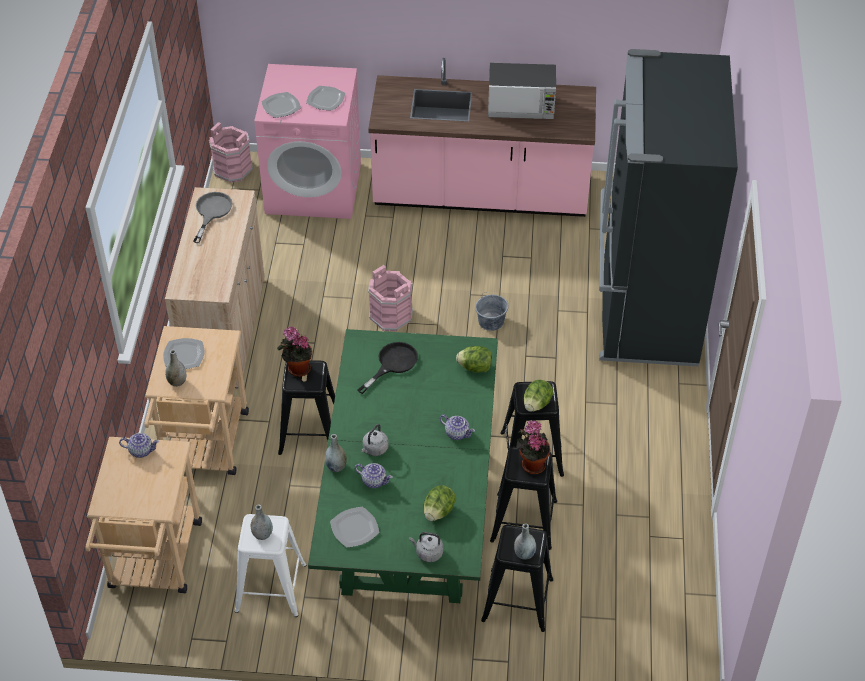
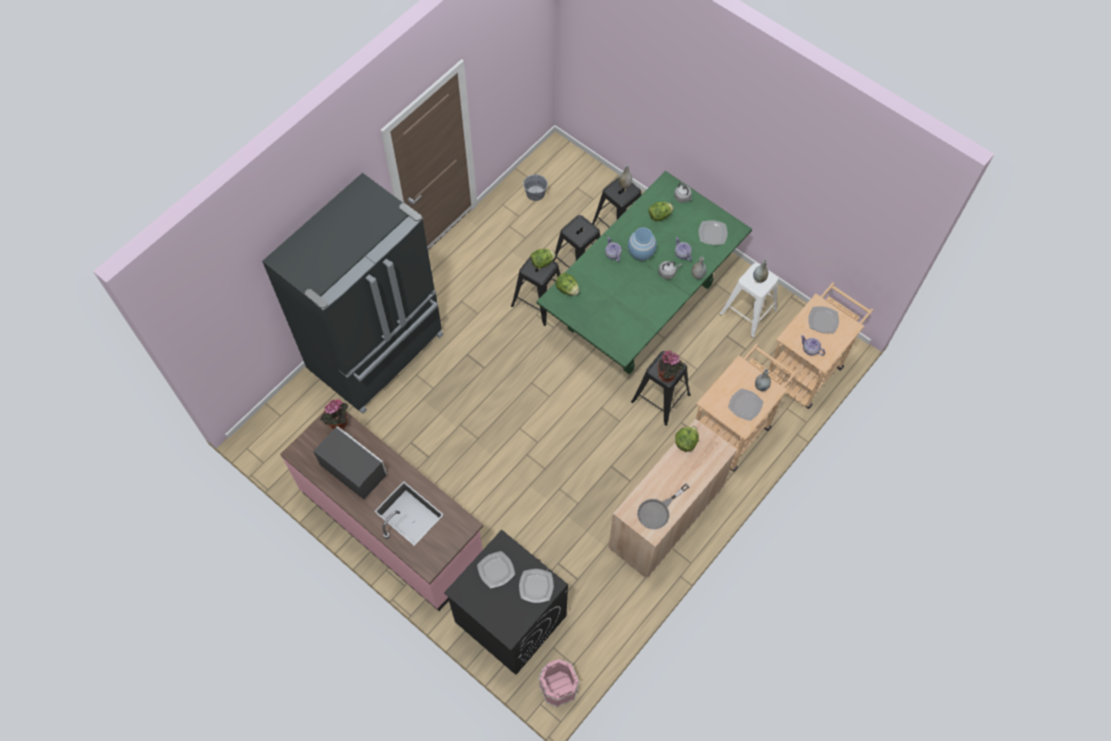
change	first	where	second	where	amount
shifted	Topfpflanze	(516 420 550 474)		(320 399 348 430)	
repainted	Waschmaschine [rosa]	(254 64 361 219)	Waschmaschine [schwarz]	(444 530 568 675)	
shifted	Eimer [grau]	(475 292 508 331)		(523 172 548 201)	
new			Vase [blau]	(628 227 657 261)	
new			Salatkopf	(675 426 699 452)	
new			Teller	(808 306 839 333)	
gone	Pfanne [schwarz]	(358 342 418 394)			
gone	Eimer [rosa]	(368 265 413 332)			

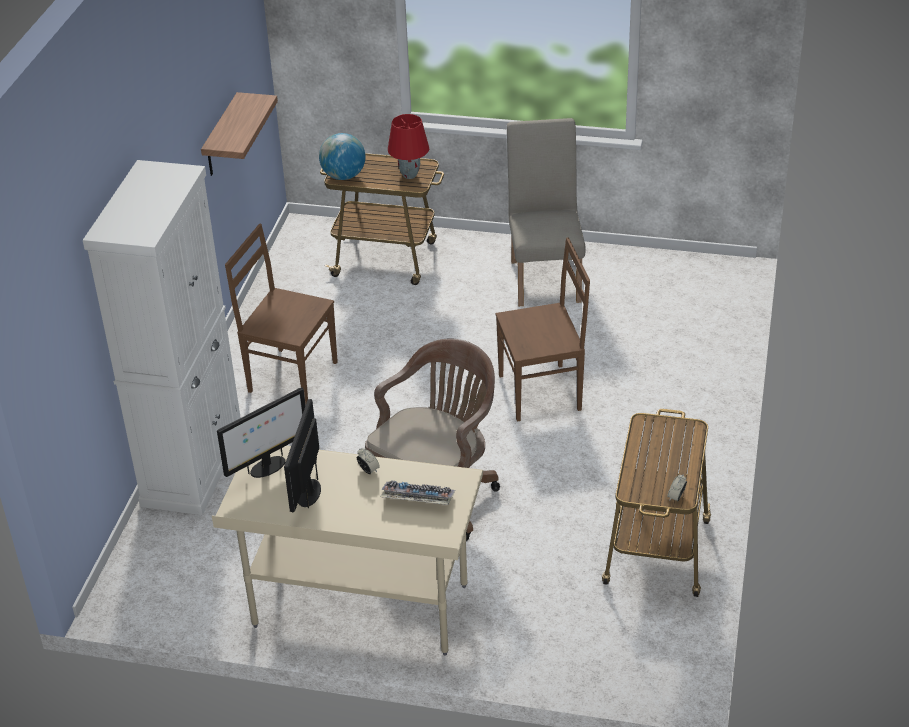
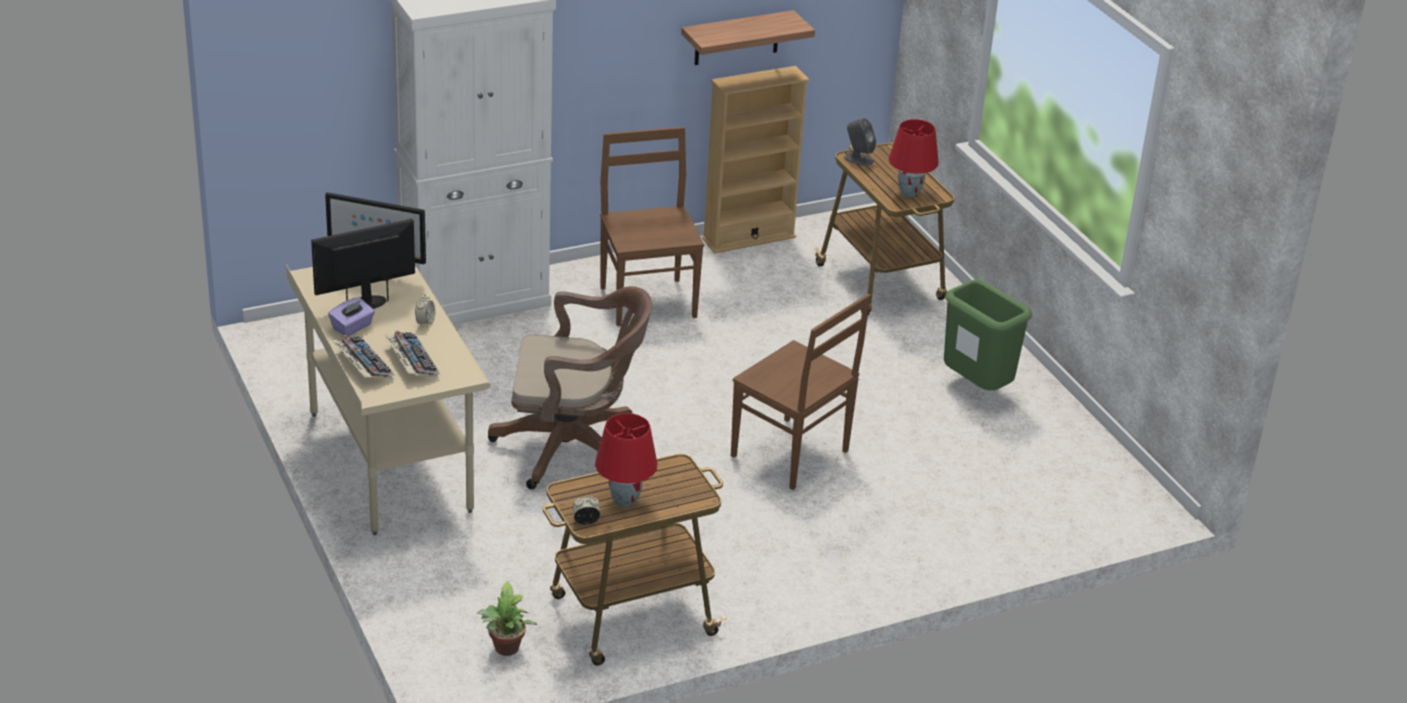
change	first	where	second	where	amount
new			Taschentuchbox [lila]	(328 297 375 336)	
new			Tastatur	(332 335 395 379)	
new			Topfpflanze	(477 581 537 656)	
new			Tischlampe [rot]	(595 413 658 507)	
new			Bücherregal [beige]	(702 66 810 253)	
swapped	Globus	(319 133 365 180)	Lautsprecher [grau]	(844 118 876 166)	
swapped	Stuhl [beige]	(507 118 585 306)	Mülleimer [grün]	(944 279 1032 390)	

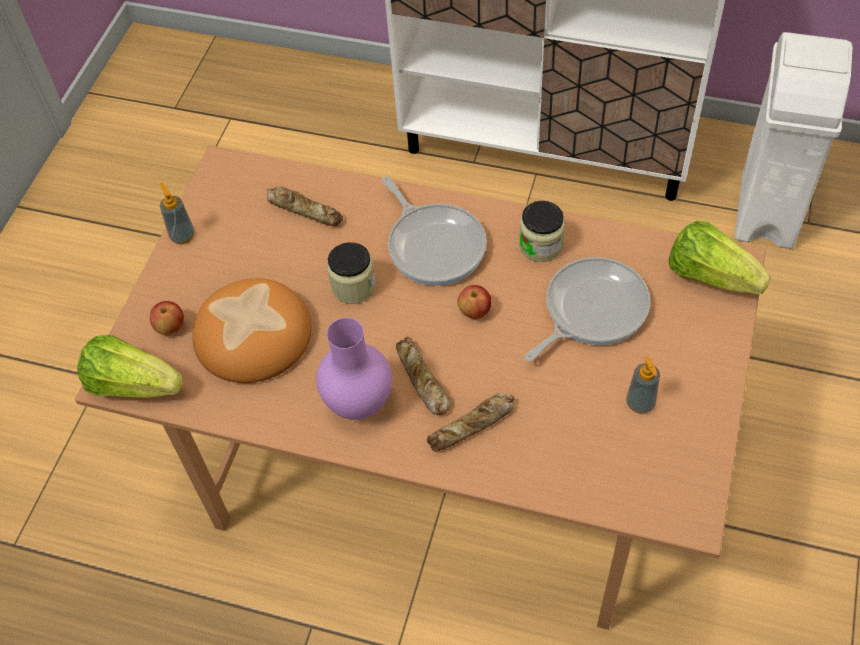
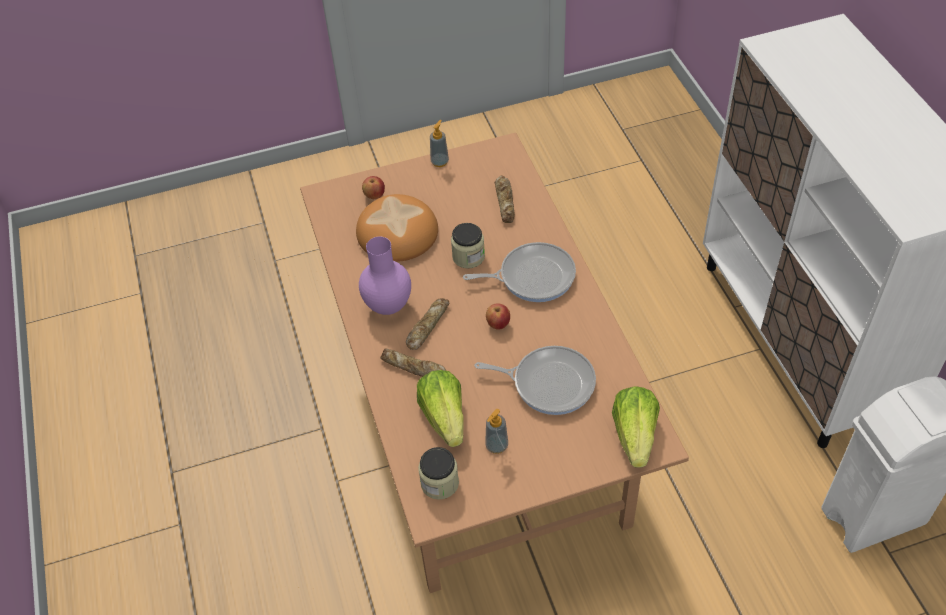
change	first	where	second	where	amount
shifted	Salatkopf	(77 335 183 398)		(417 370 464 447)	
shifted	Vorratsglas	(519 201 565 262)		(418 447 459 500)	
rotated	Pfanne	(382 177 487 286)		(463 242 576 302)	120 degrees counterclockwise

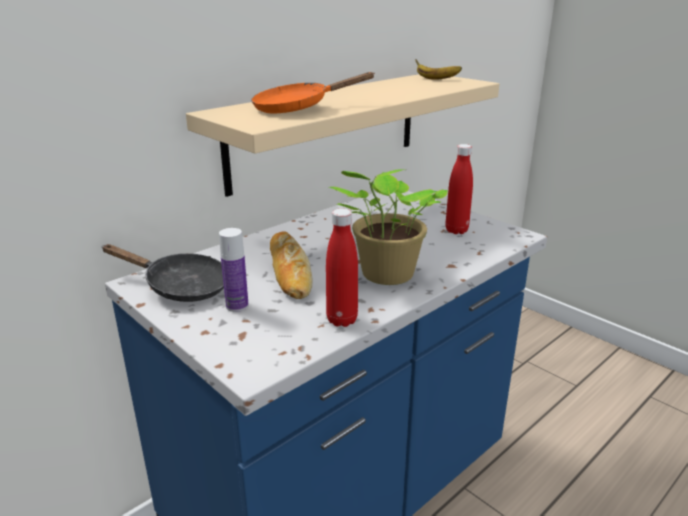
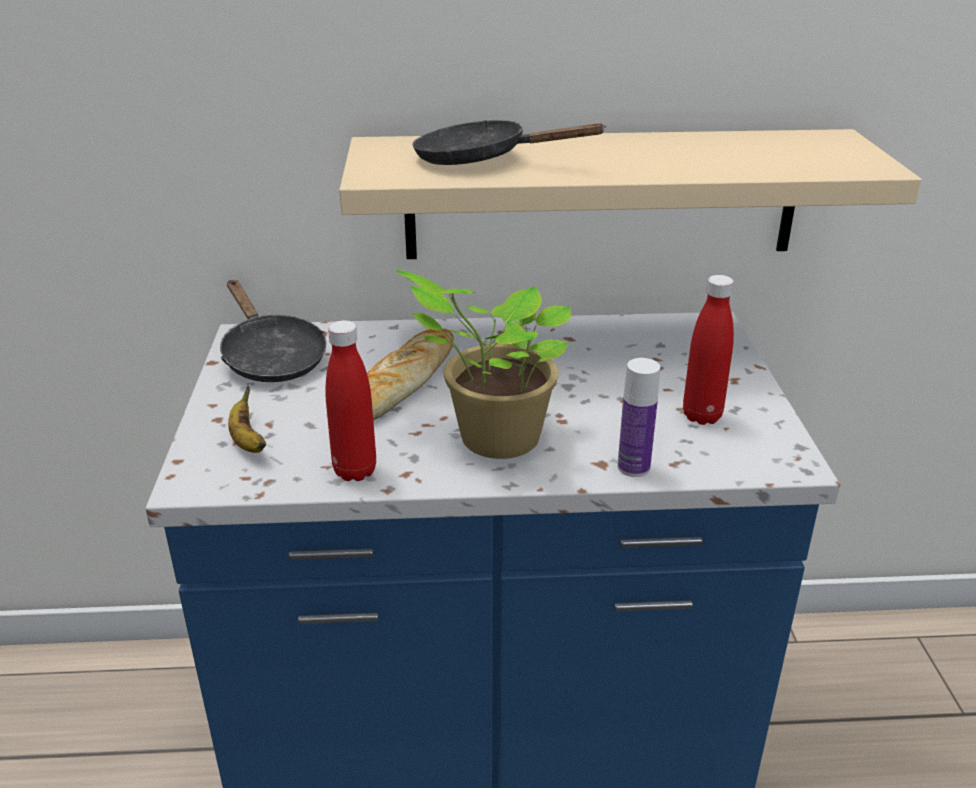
change	first	where	second	where	amount
shifted	Banane	(415 59 462 80)		(228 386 267 453)	
repainted	Pfanne [orange]	(251 72 375 113)	Pfanne [schwarz]	(412 120 607 165)	
shifted	Flasche	(219 228 249 312)		(618 358 660 477)	

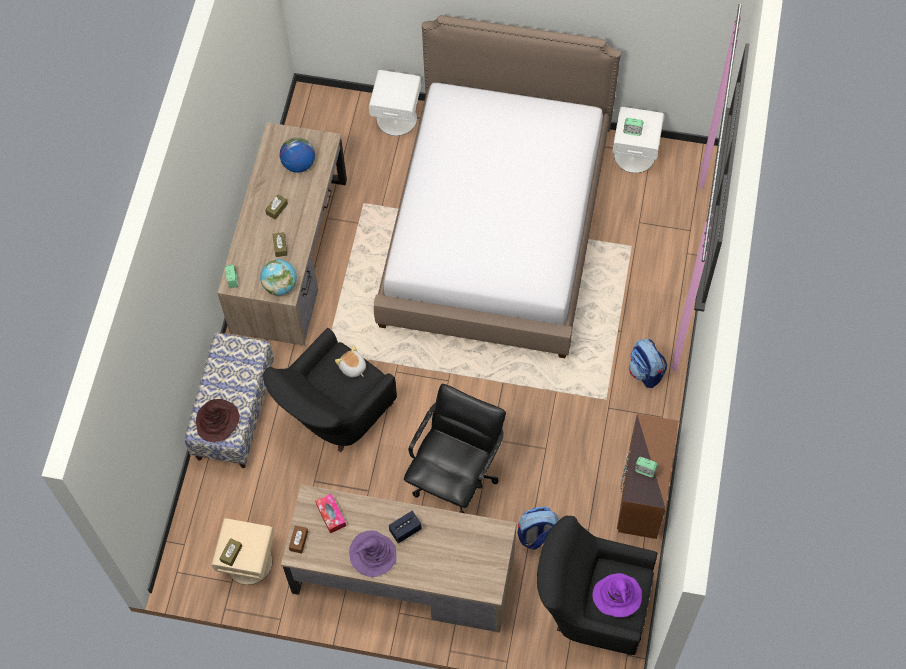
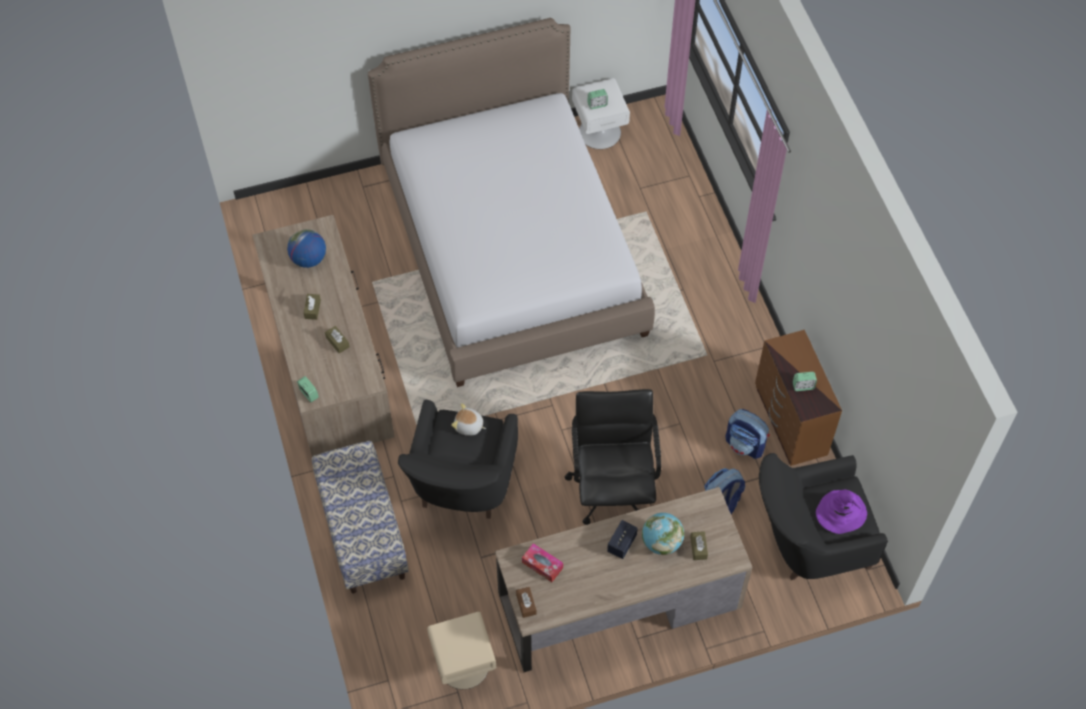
change	first	where	second	where	amount
shifted	Globus	(260 259 297 296)		(642 513 684 555)	
shifted	Taschentuchbox [braun]	(219 538 242 566)		(690 531 708 560)	
shifted	Rucksack	(629 338 667 388)		(725 409 769 459)	
gone	Hut [braun]	(196 399 239 442)			
gone	Hut [lila]	(349 531 397 577)			
gone	Nachttisch [weiß]	(369 70 421 136)			

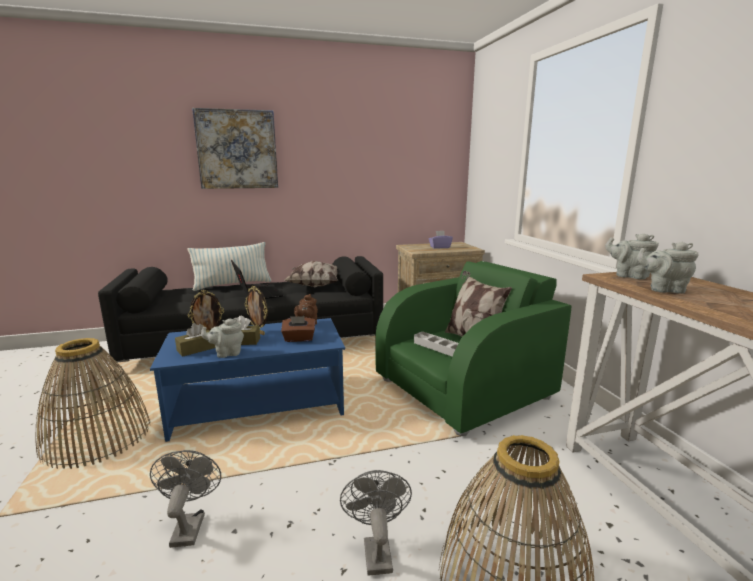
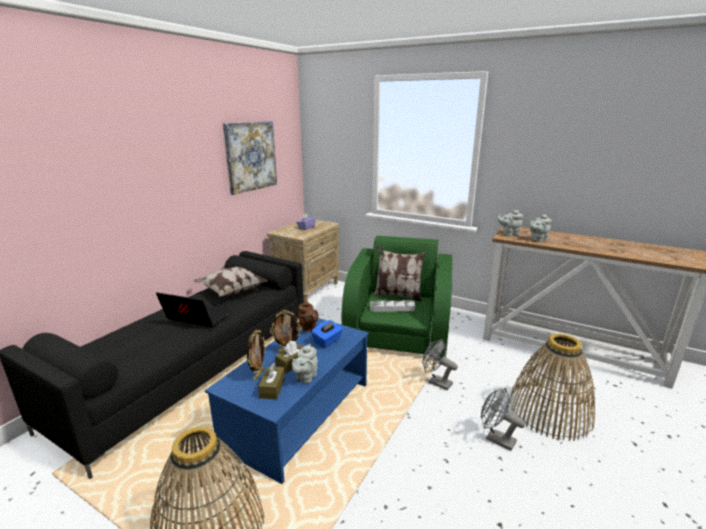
change	first	where	second	where	amount
shifted	Bild	(192 108 278 189)		(223 121 277 195)	
repainted	Taschentuchbox [braun]	(281 316 315 342)	Taschentuchbox [blau]	(311 320 343 348)	
shifted	Ventilator [grau]	(150 450 221 548)		(422 339 458 390)	
gone	Kissen	(187 242 272 291)			

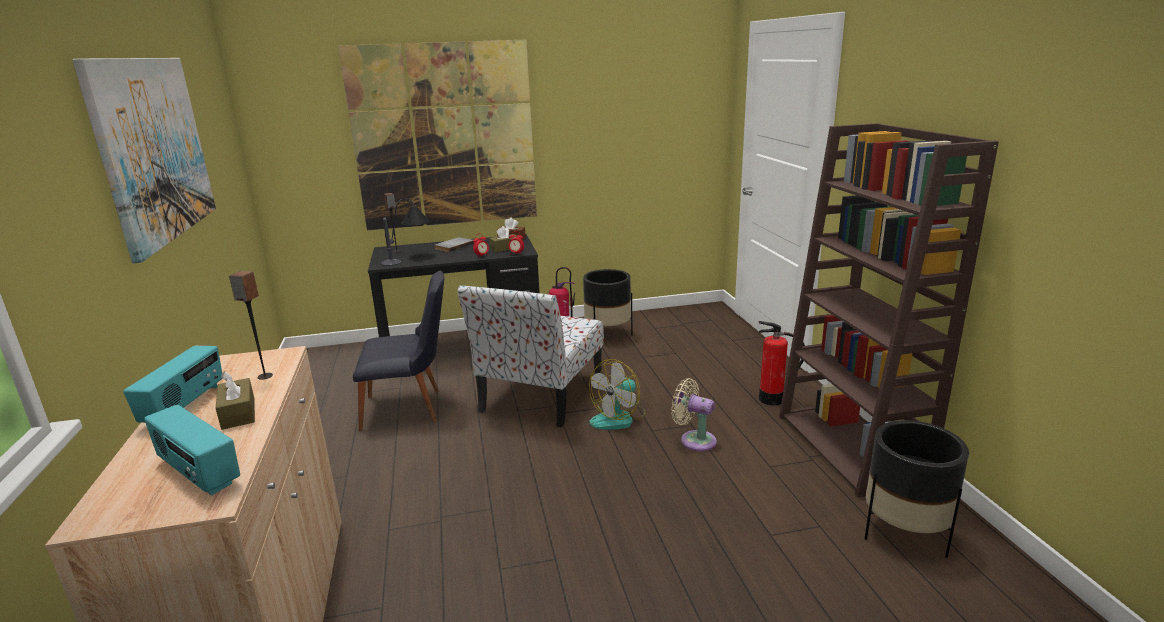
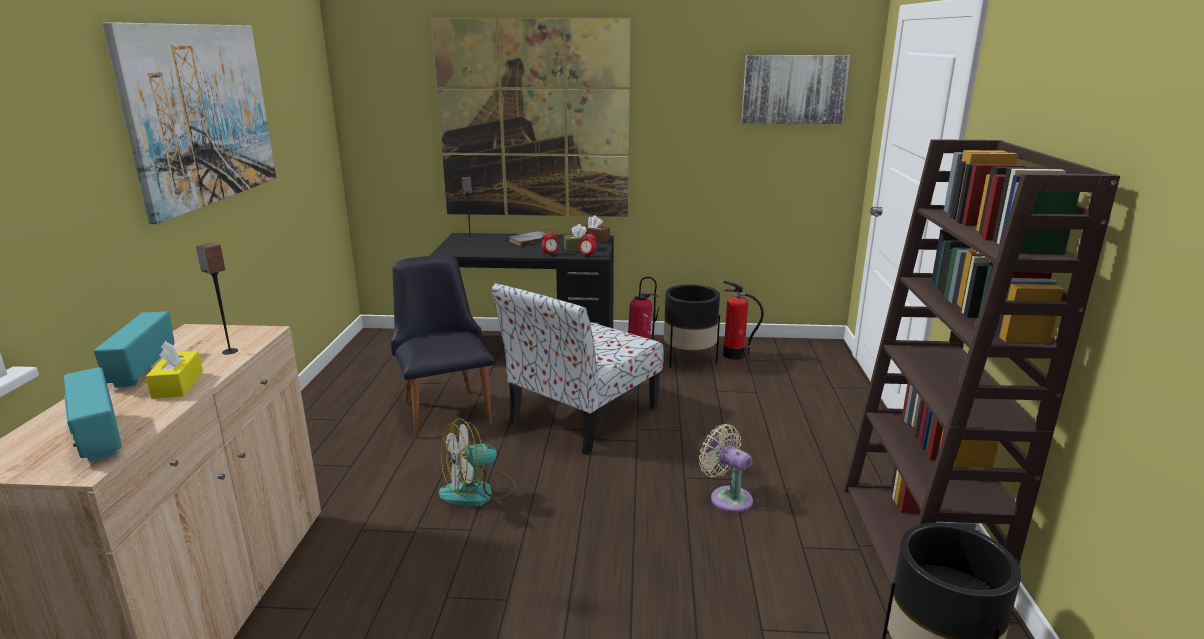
change	first	where	second	where	amount
rotated	Radio	(123 346 222 423)		(94 311 175 388)	150 degrees clockwise
repainted	Taschentuchbox [braun]	(216 371 255 430)	Taschentuchbox [gelb]	(145 341 203 399)	
rotated	Stuhl [schwarz]	(353 271 445 431)		(391 255 494 439)	120 degrees counterclockwise
shifted	Ventilator	(589 359 646 430)		(439 418 517 507)	
shifted	Feuerlöscher	(759 321 805 406)		(723 281 764 360)	
new			Bild	(741 55 850 124)	
gone	Tischlampe	(381 199 429 266)			

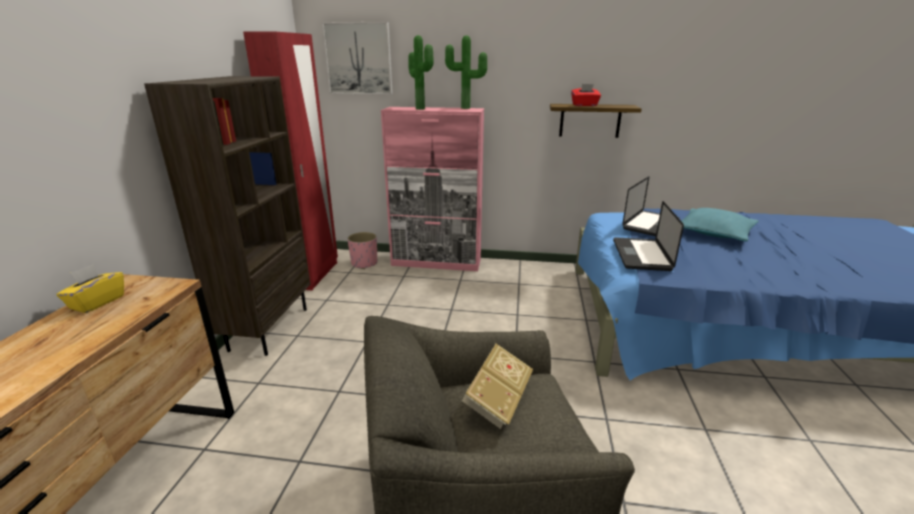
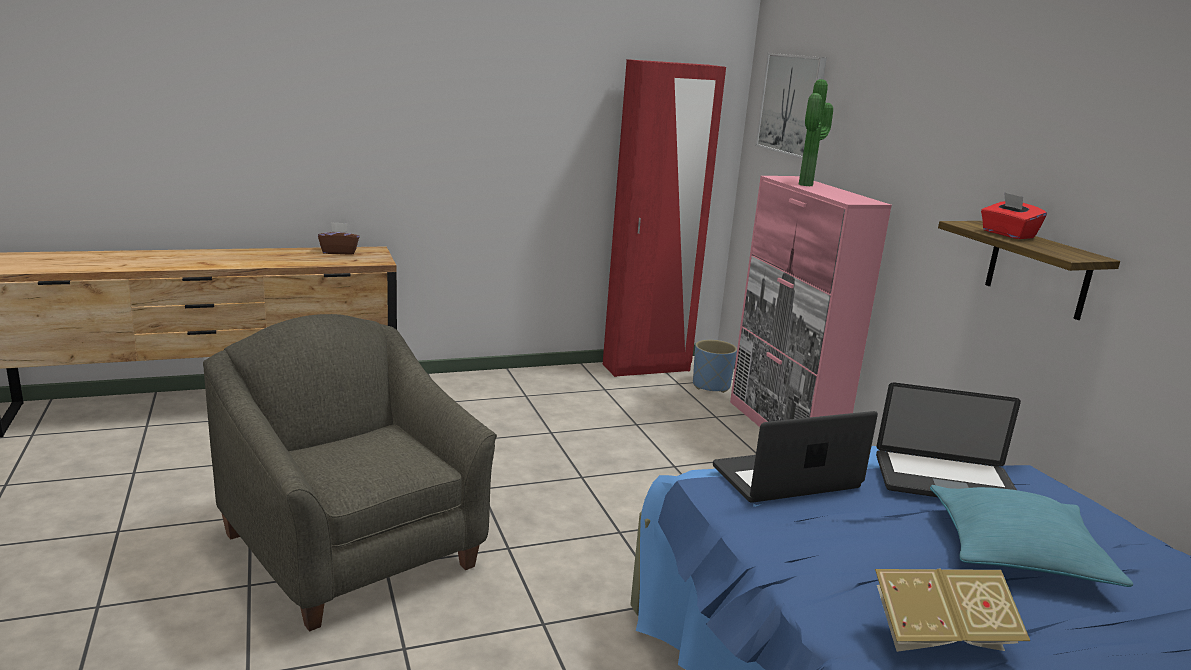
change	first	where	second	where	amount
repainted	Taschentuchbox [gelb]	(57 264 124 313)	Taschentuchbox [braun]	(318 222 359 255)	
repainted	Pflanzkübel [rosa]	(347 232 377 269)	Pflanzkübel [blau]	(693 340 737 393)	
shifted	Buch	(462 344 533 429)		(875 569 1030 652)	
gone	Bücherregal [braun]	(144 76 311 356)			
gone	Topfpflanze	(445 35 487 109)			

